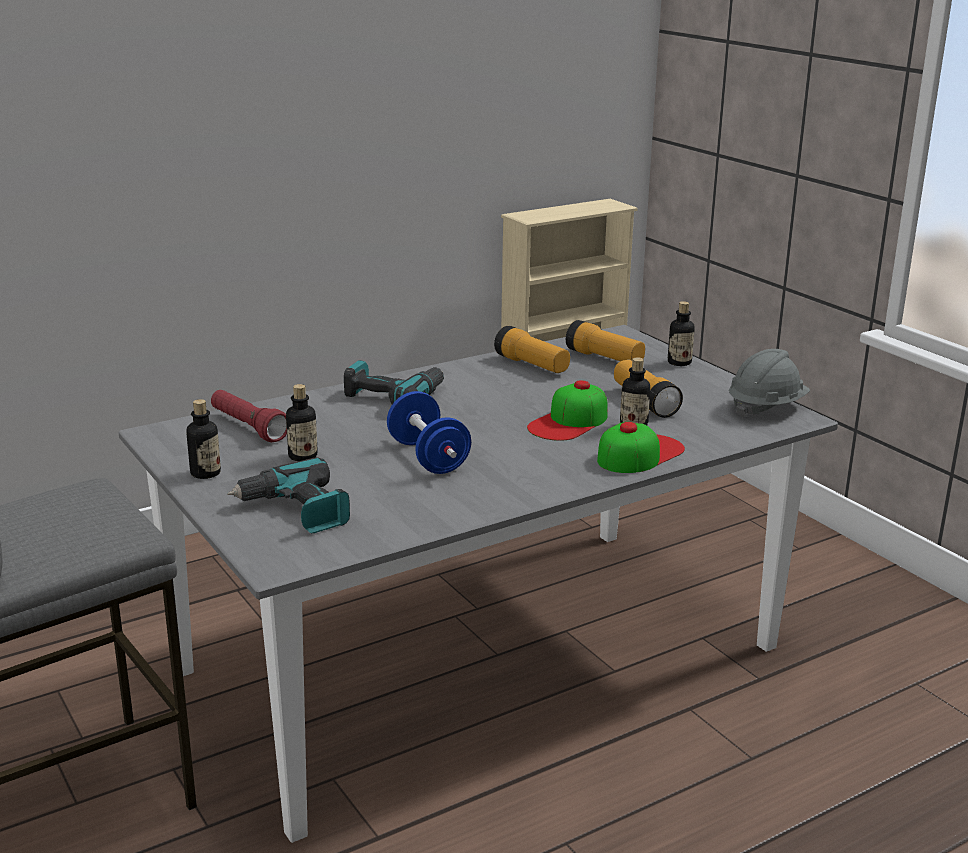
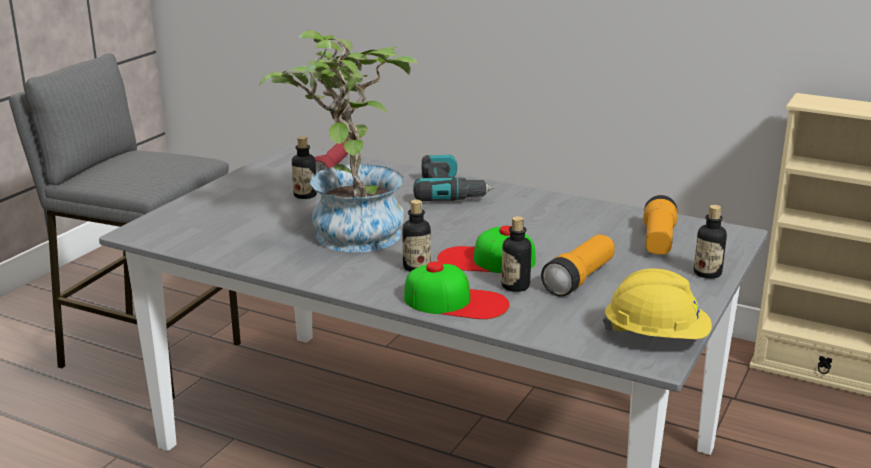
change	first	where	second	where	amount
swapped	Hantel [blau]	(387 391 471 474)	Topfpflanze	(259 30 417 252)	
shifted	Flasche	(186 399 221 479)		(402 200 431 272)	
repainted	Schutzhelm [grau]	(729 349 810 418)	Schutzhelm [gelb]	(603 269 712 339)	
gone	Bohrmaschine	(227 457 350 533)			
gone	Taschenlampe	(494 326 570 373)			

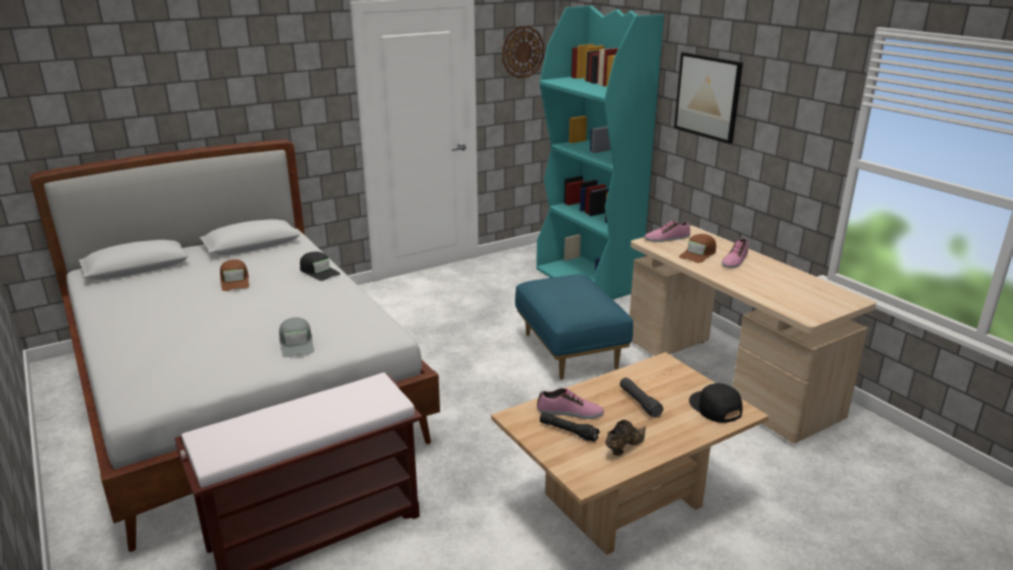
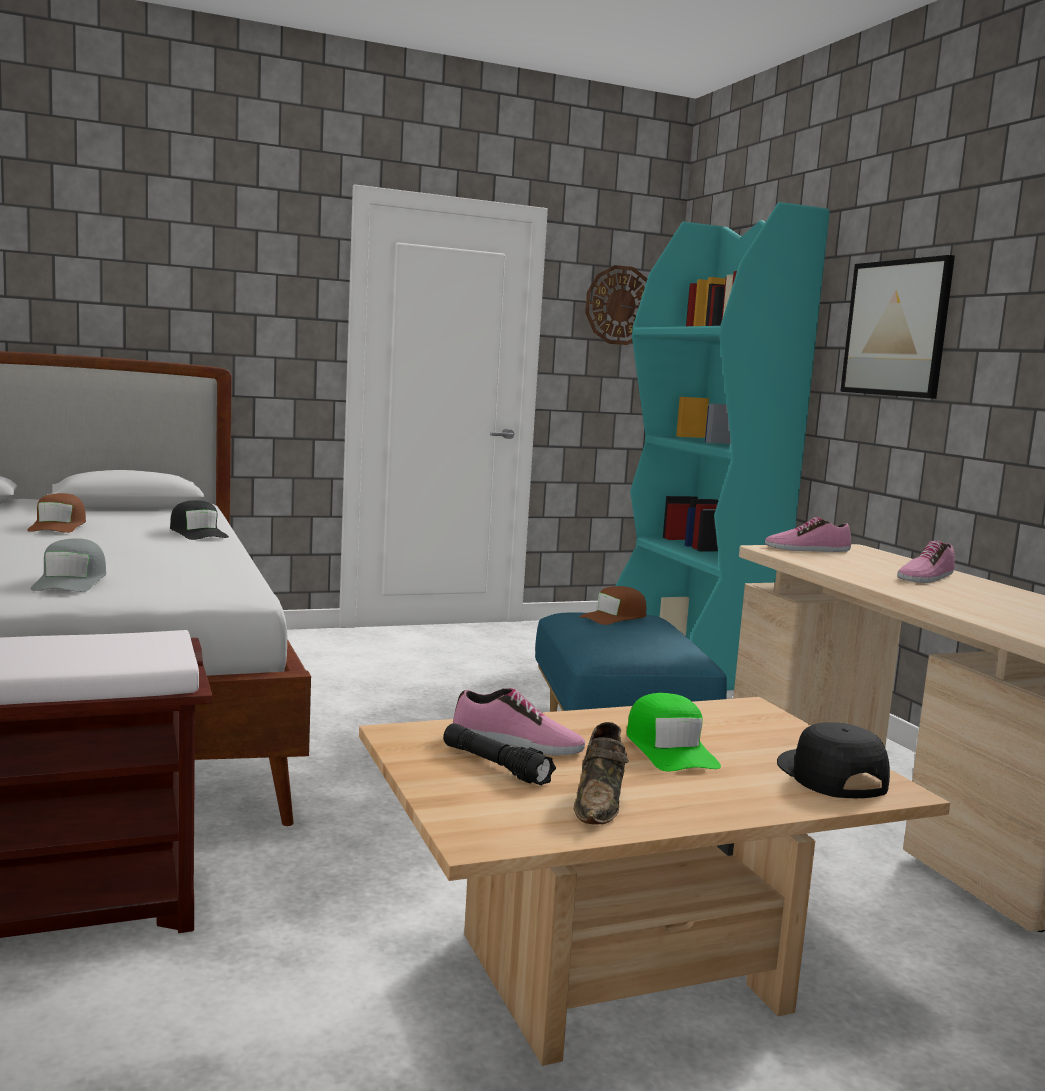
change	first	where	second	where	amount
rotated	Schuh [braun]	(606 420 646 456)		(574 722 628 825)	135 degrees clockwise
shifted	Kappe [braun]	(679 234 716 263)		(579 586 646 625)	
swapped	Taschenlampe [schwarz]	(620 378 663 418)	Kappe [grün]	(626 693 721 771)	

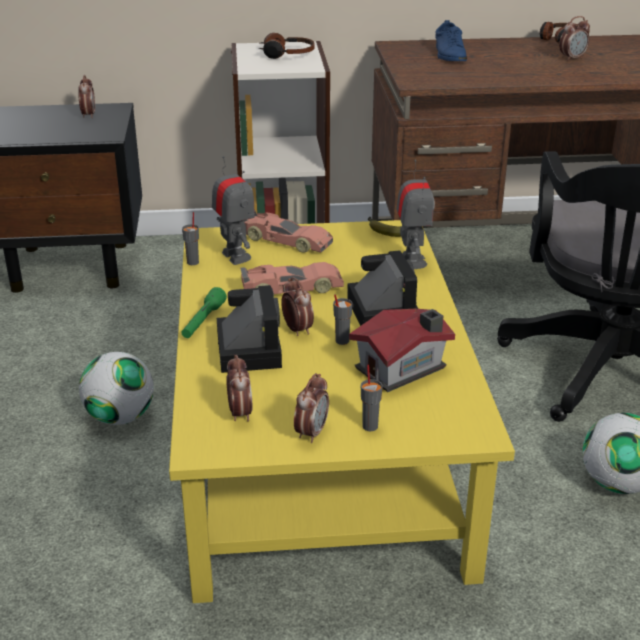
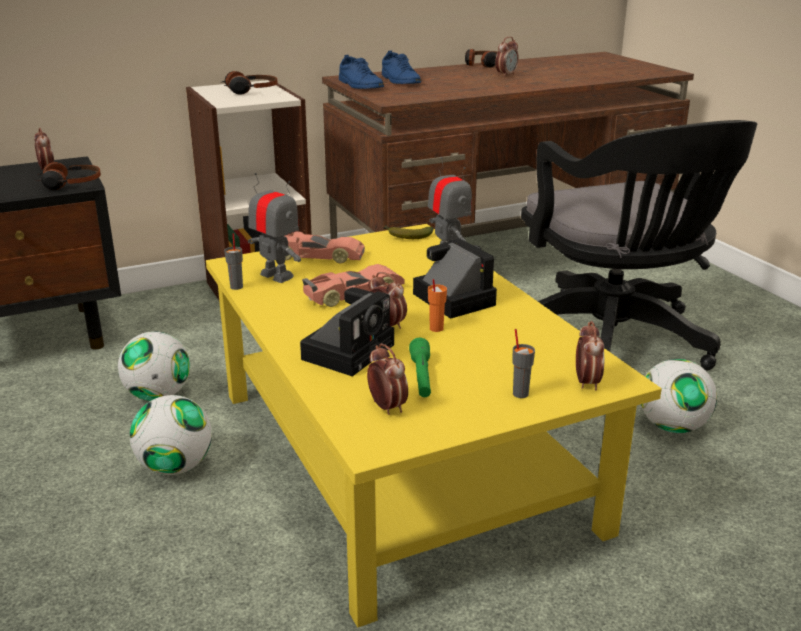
change	first	where	second	where	amount
new			Kopfhörer	(37 162 101 190)	
new			Fußball	(118 331 190 401)	
rotated	Kamera	(217 285 282 373)		(300 287 394 376)	60 degrees clockwise
new			Schuh [blau]	(339 55 384 89)	
shifted	Taschenlampe [grün]	(182 287 227 338)		(409 338 431 397)	
repainted	Tasse [grau]	(333 294 353 345)	Tasse [orange]	(428 279 447 332)	
shifted	Wecker	(294 373 329 443)		(576 321 604 391)	
gone	Spielzeughaus	(349 309 455 392)			

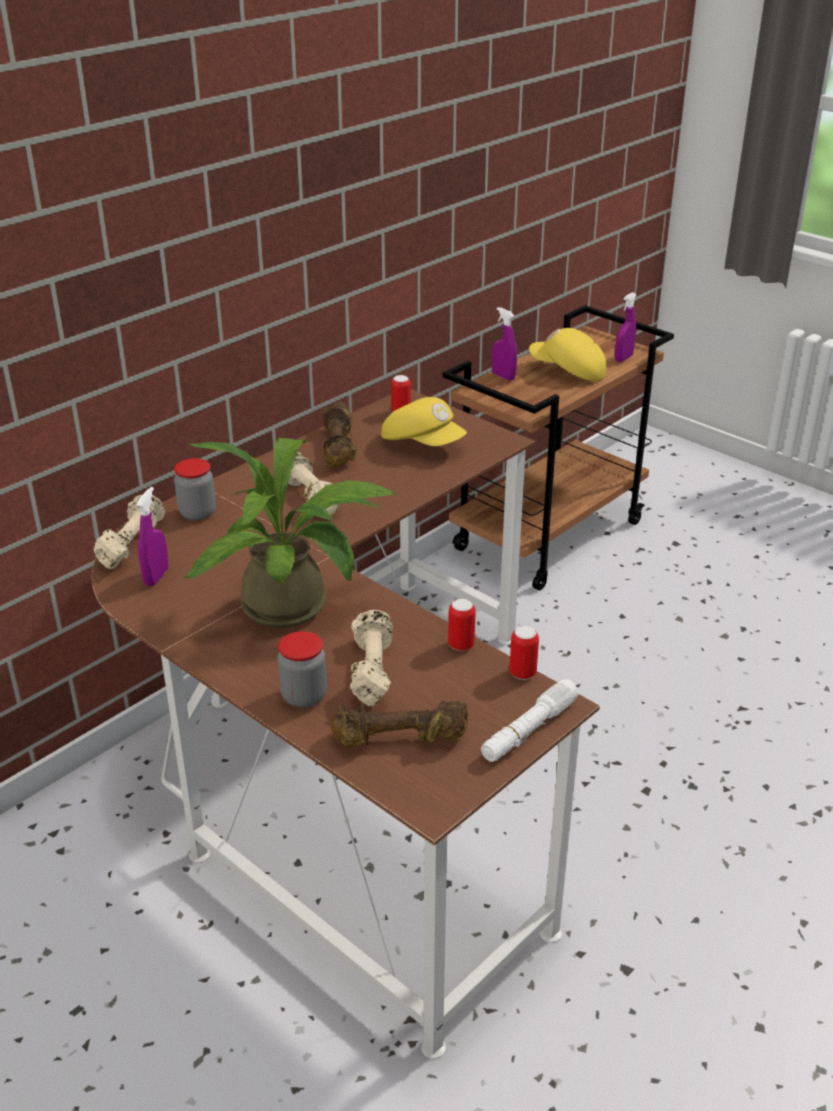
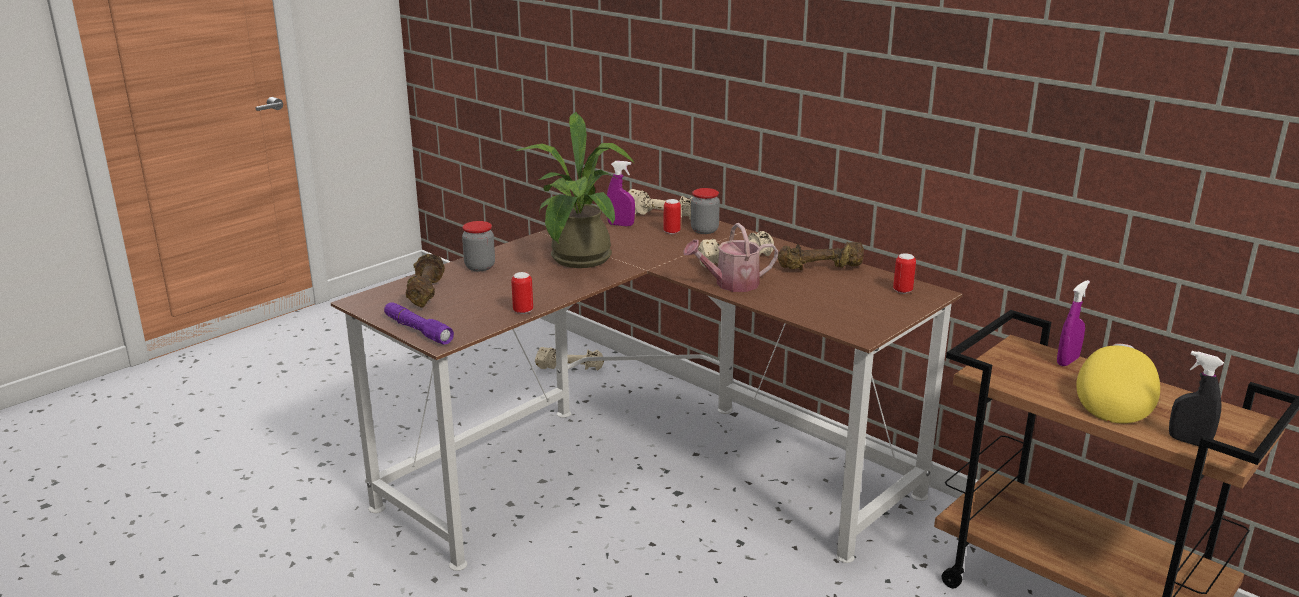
change	first	where	second	where	amount
repainted	Taschenlampe [weiß]	(481 679 578 762)	Taschenlampe [lila]	(384 302 454 345)	
shifted	Hantel [beige]	(350 610 393 707)		(535 347 604 371)	
shifted	Dose	(509 626 539 680)		(664 199 681 234)	
new			Gießkanne	(684 223 778 292)	
repainted	Sprühflasche [lila]	(615 292 636 362)	Sprühflasche [schwarz]	(1169 351 1224 446)	
gone	Kappe [gelb]	(381 397 467 446)			

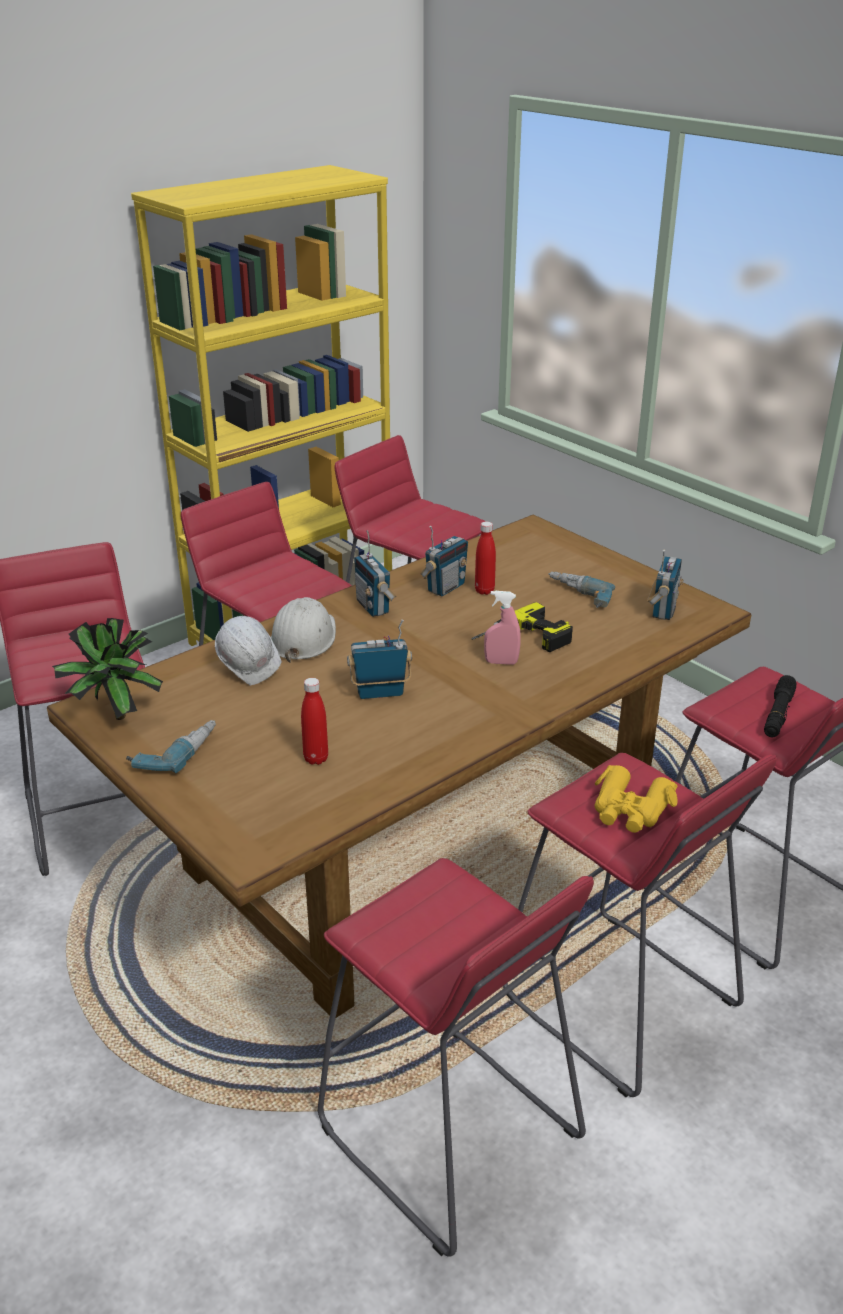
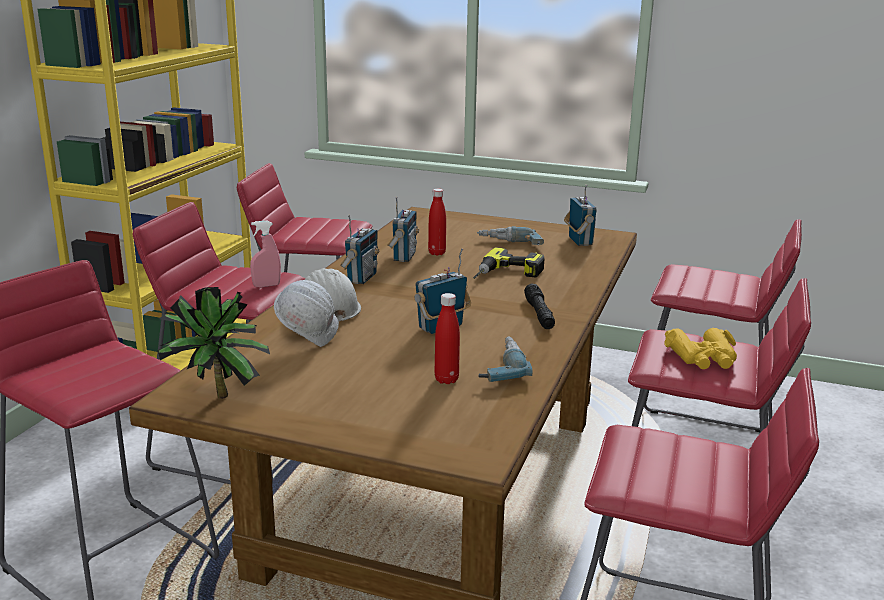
change	first	where	second	where	amount
shifted	Sprühflasche [rosa]	(484 591 521 665)		(250 220 281 287)	
rotated	Radio	(354 530 396 617)		(340 214 379 284)	105 degrees counterclockwise
shifted	Bohrmaschine	(126 720 216 773)		(479 337 532 382)	
shifted	Taschenlampe [schwarz]	(764 675 797 737)		(524 284 555 329)	

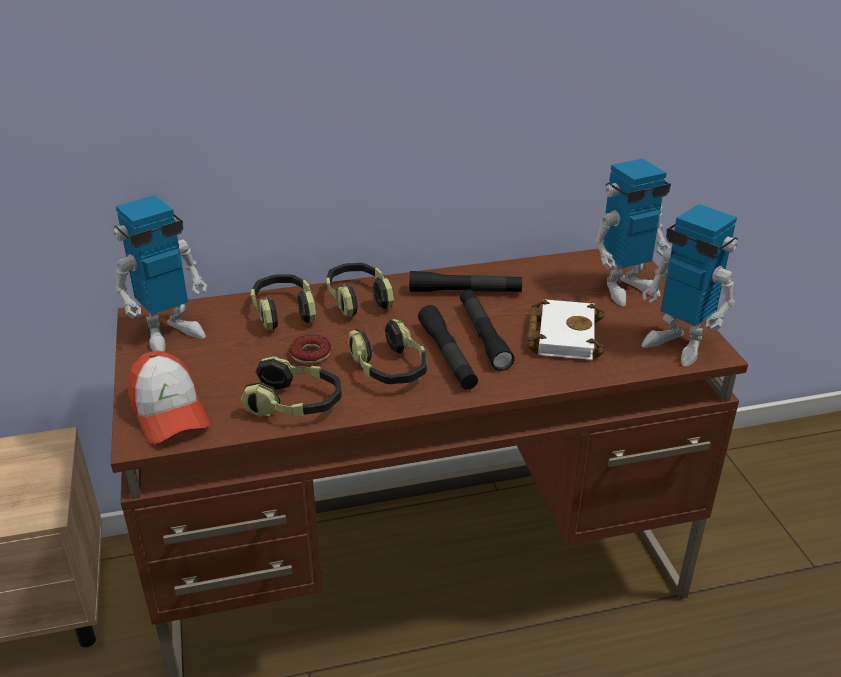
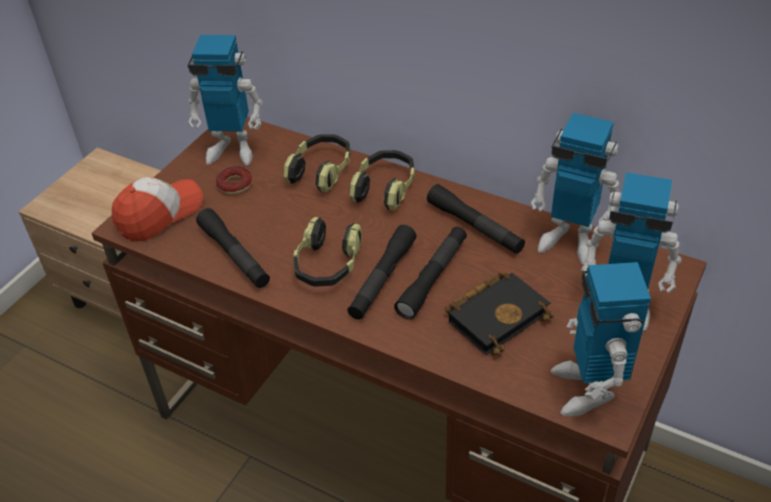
change	first	where	second	where	amount
rotated	Kappe	(128 351 210 444)		(112 177 203 242)	150 degrees counterclockwise
swapped	Kopfhörer	(241 356 342 417)	Taschenlampe [schwarz]	(196 208 270 288)	
shifted	Donut	(290 334 331 364)		(216 167 252 194)	
repainted	Buch [weiß]	(527 299 604 360)	Buch [schwarz]	(445 272 554 355)	
new			Spielzeugroboter	(530 113 620 265)	

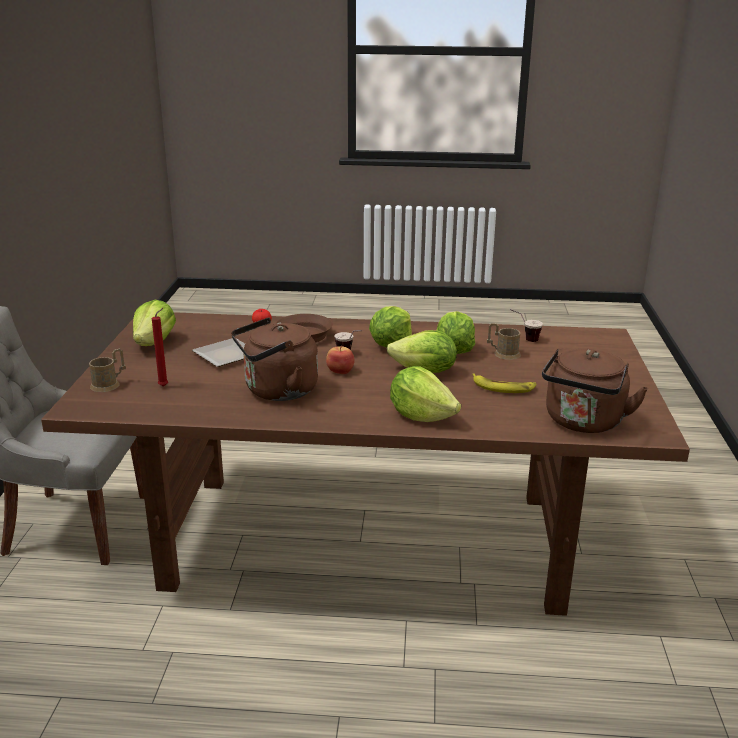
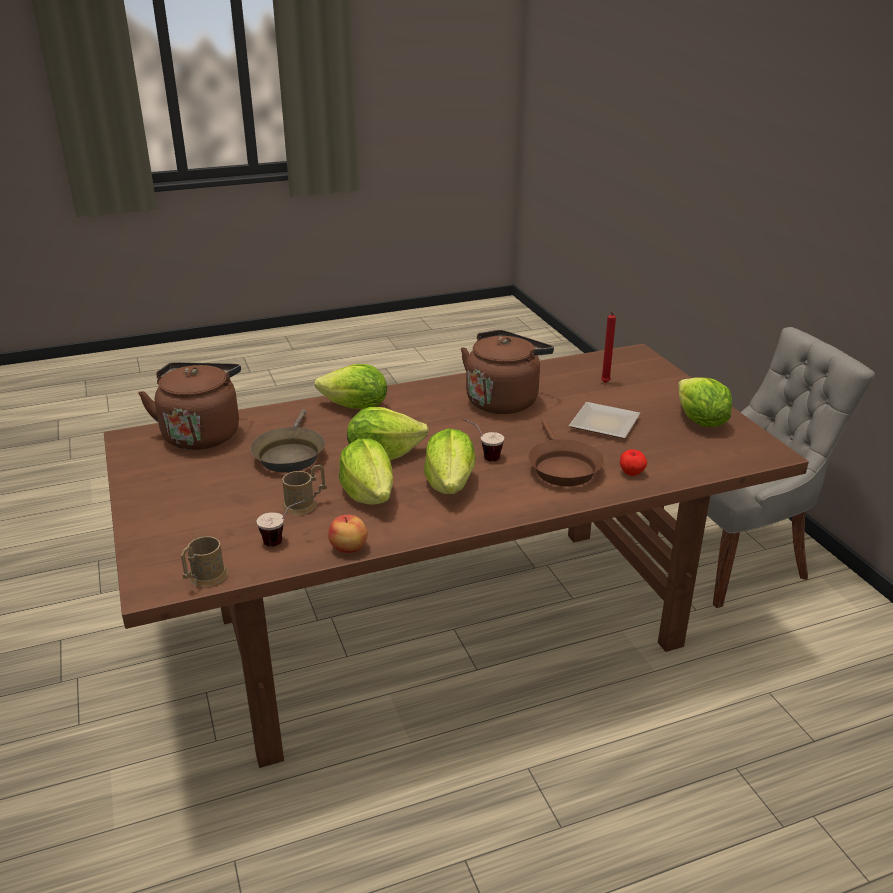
change	first	where	second	where	amount
shifted	Henkelbecher [braun]	(89 349 126 392)		(181 536 228 587)	
swapped	Banane	(472 373 537 393)	Pfanne [braun]	(250 409 325 473)	
shifted	Apfel	(326 346 355 374)		(328 515 368 553)	

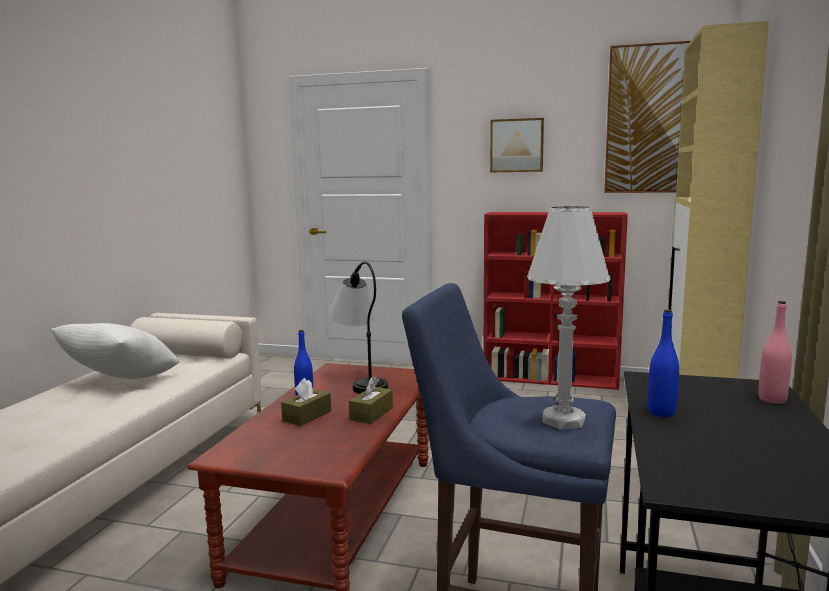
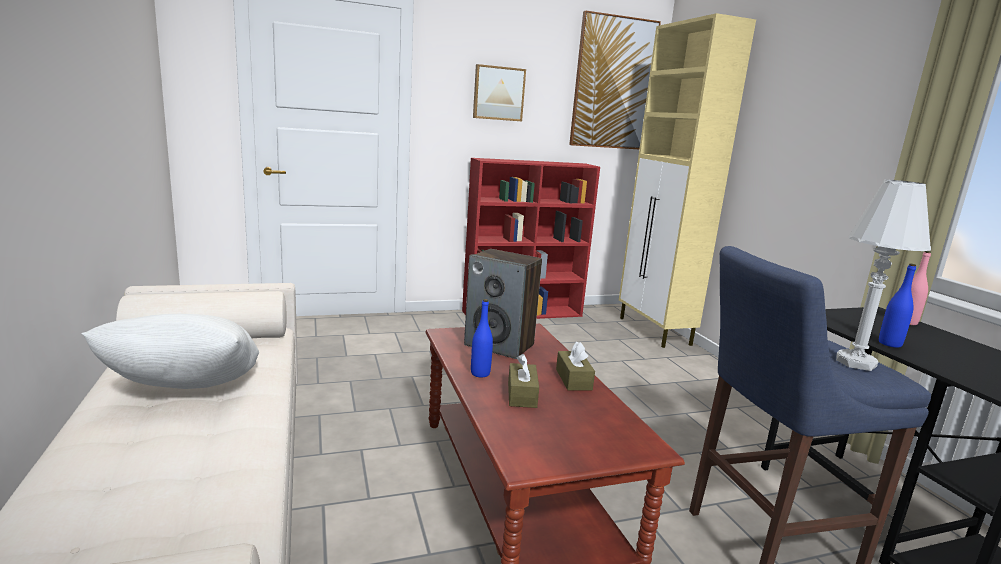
change	first	where	second	where	amount
swapped	Tischlampe	(328 261 388 394)	Lautsprecher	(464 249 542 359)	

